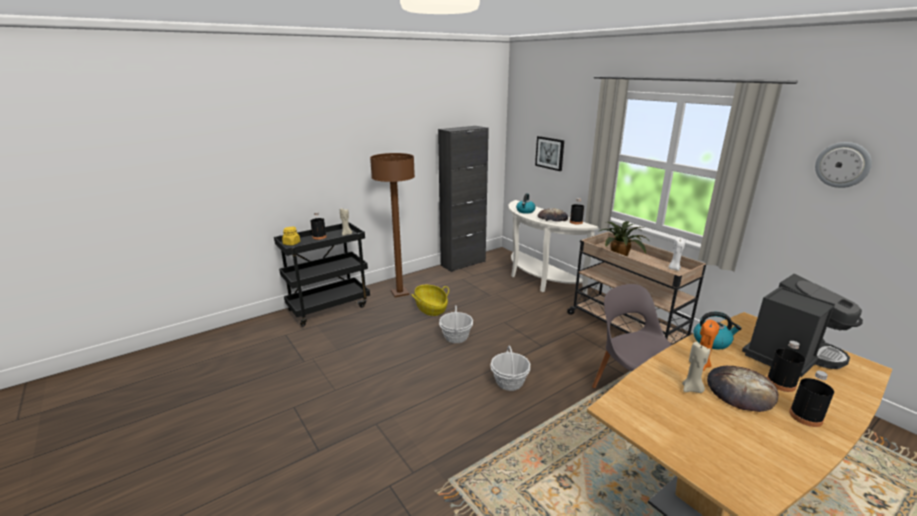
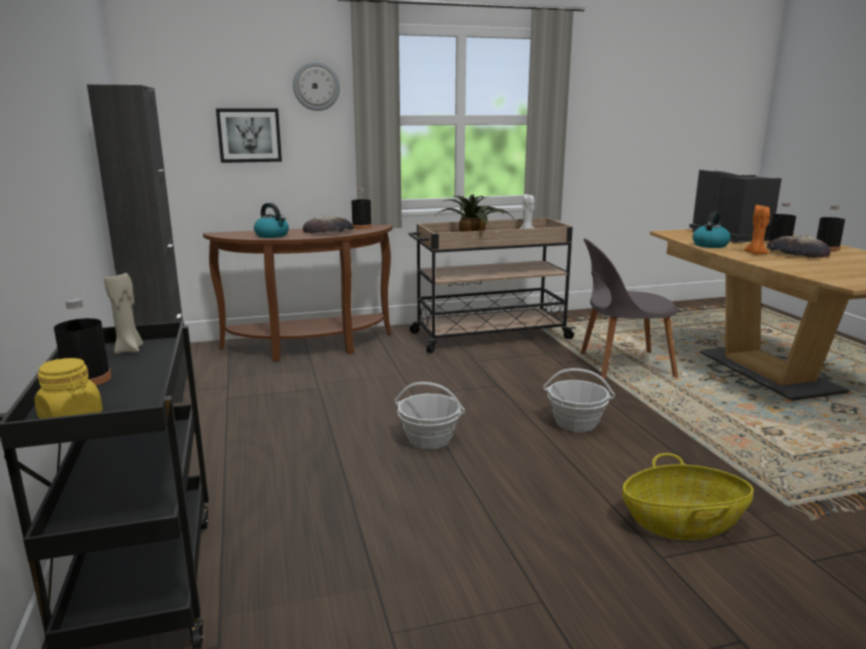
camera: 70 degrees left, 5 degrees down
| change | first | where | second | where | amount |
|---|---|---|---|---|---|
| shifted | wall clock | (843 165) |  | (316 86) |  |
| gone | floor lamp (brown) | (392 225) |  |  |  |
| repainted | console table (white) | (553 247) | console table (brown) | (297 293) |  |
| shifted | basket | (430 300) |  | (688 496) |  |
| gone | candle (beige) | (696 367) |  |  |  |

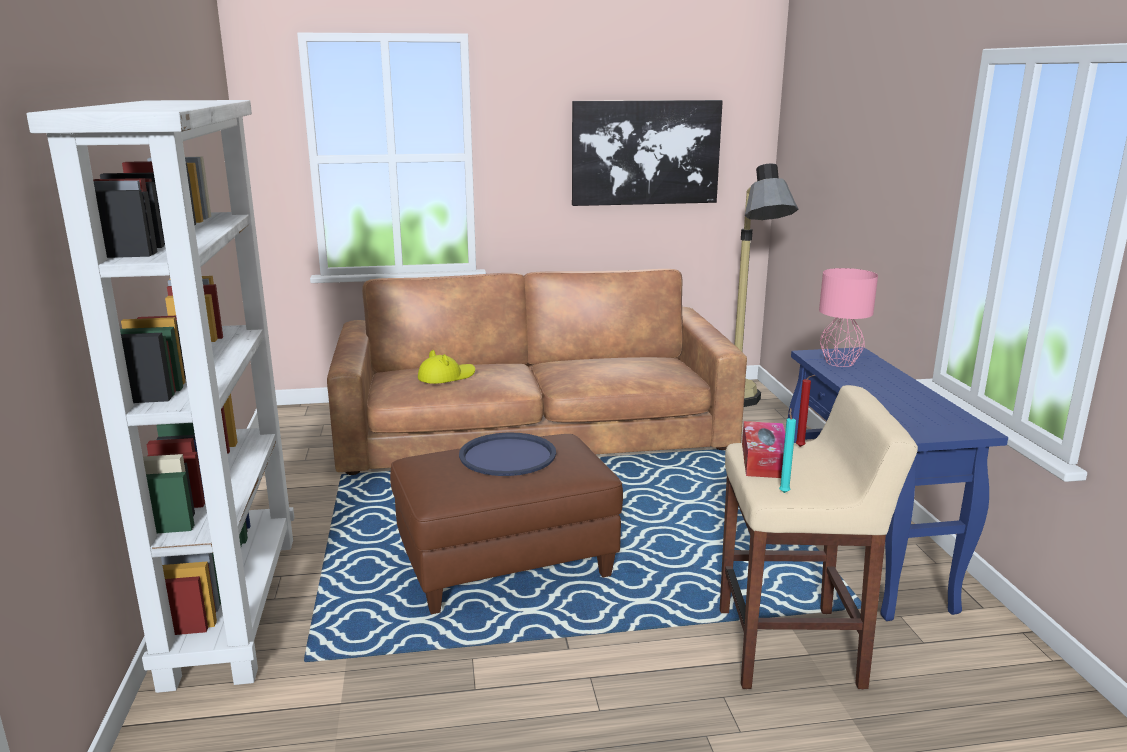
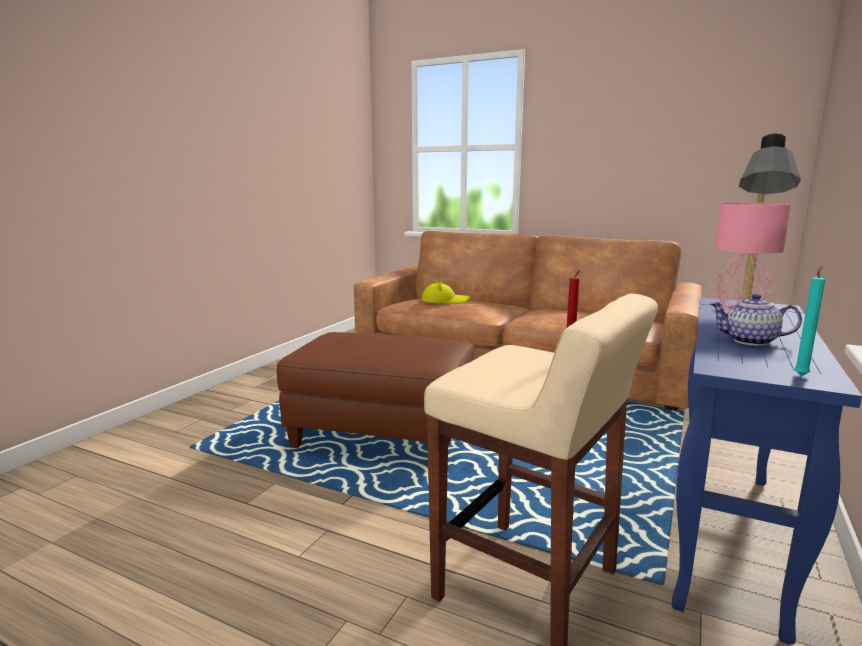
camera: 35 degrees right, 5 degrees down
| change | first | where | second | where | amount |
|---|---|---|---|---|---|
| gone | bookcase (white) | (160 396) |  |  |  |
| gone | picture | (647 153) |  |  |  |
| shifted | candle (turquoise) | (787 450) |  | (809 321) |  |
| gone | tissue box | (763 449) |  |  |  |
| gone | tray (blue) | (507 454) |  |  |  |
| new |  |  | teapot | (756 320) |  |

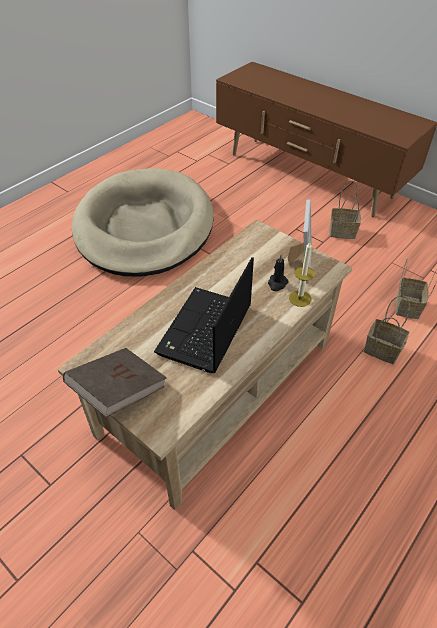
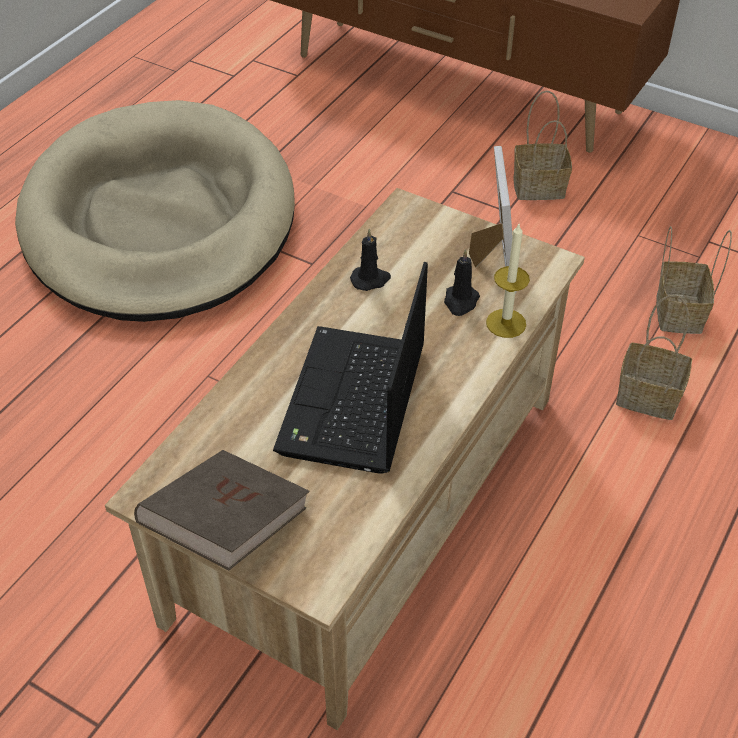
camera: 10 degrees left, 0 degrees up
| change | first | where | second | where | amount |
|---|---|---|---|---|---|
| new |  |  | candle (black) | (370 260) |  |

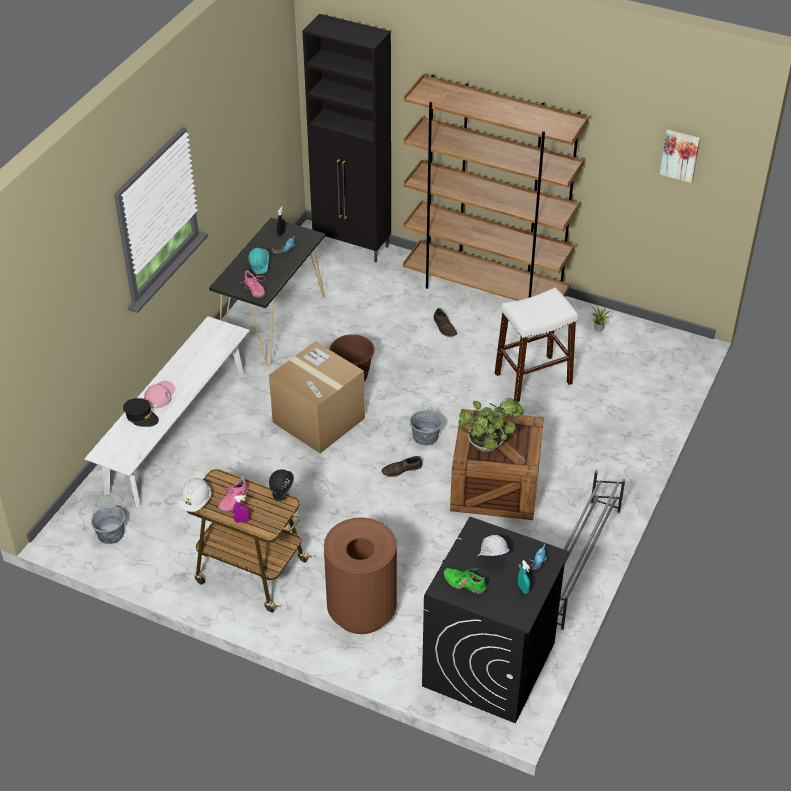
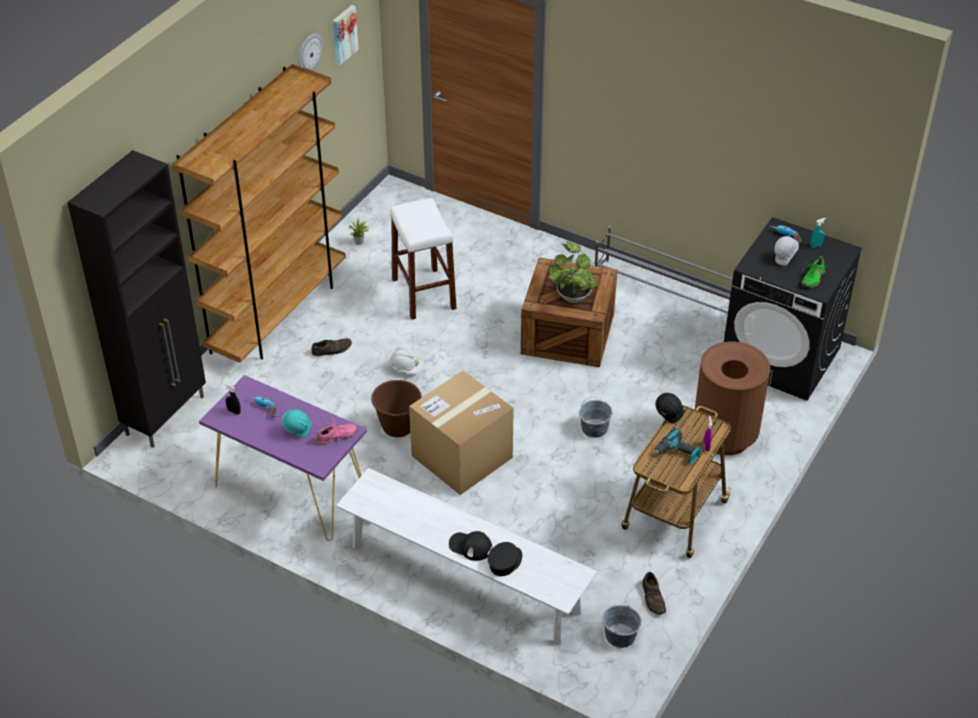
camera: 85 degrees left, 0 degrees up
| change | first | where | second | where | amount |
|---|---|---|---|---|---|
| repainted | console table (black) | (267 292) | console table (purple) | (283 458) |  |
| repainted | cap (pink) | (160 394) | cap (black) | (470 546) |  |
| shifted | bucket (grey) | (426 426) |  | (596 417) |  |
| shifted | shoe (brown) | (402 466) |  | (654 593) |  |
| shifted | hard hat (white) | (194 495) |  | (406 361) |  |
| swapped | shoe (pink) | (233 495) | power drill | (678 446) |  |
| new |  |  | wall clock | (310 52) |  |

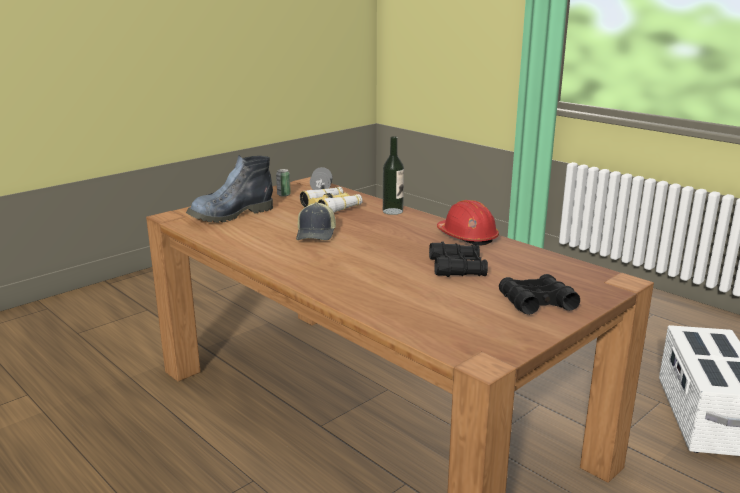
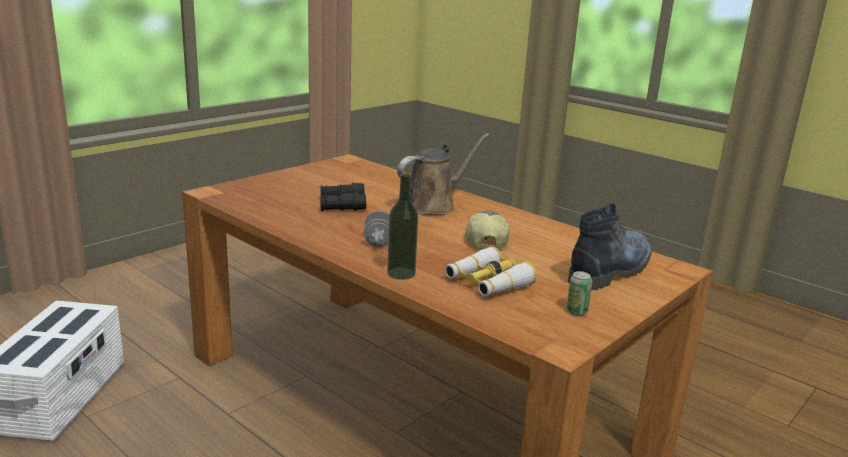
camera: 175 degrees right, 0 degrees up
| change | first | where | second | where | amount |
|---|---|---|---|---|---|
| shifted | dumbbell (grey) | (321 178) |  | (376 228) |  |
| gone | hard hat (red) | (468 223) |  |  |  |
| gone | binoculars (black) | (539 294) |  |  |  |
| new |  |  | watering can (brown) | (443 174) |  |

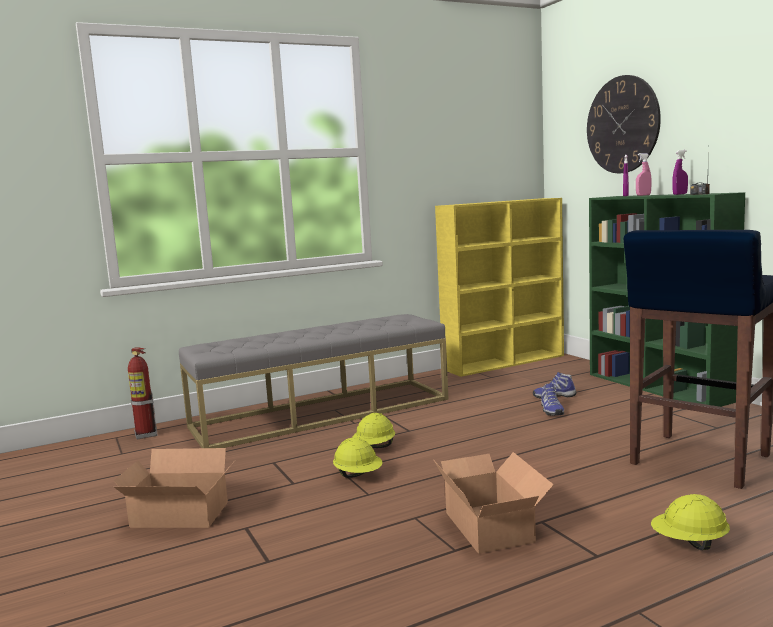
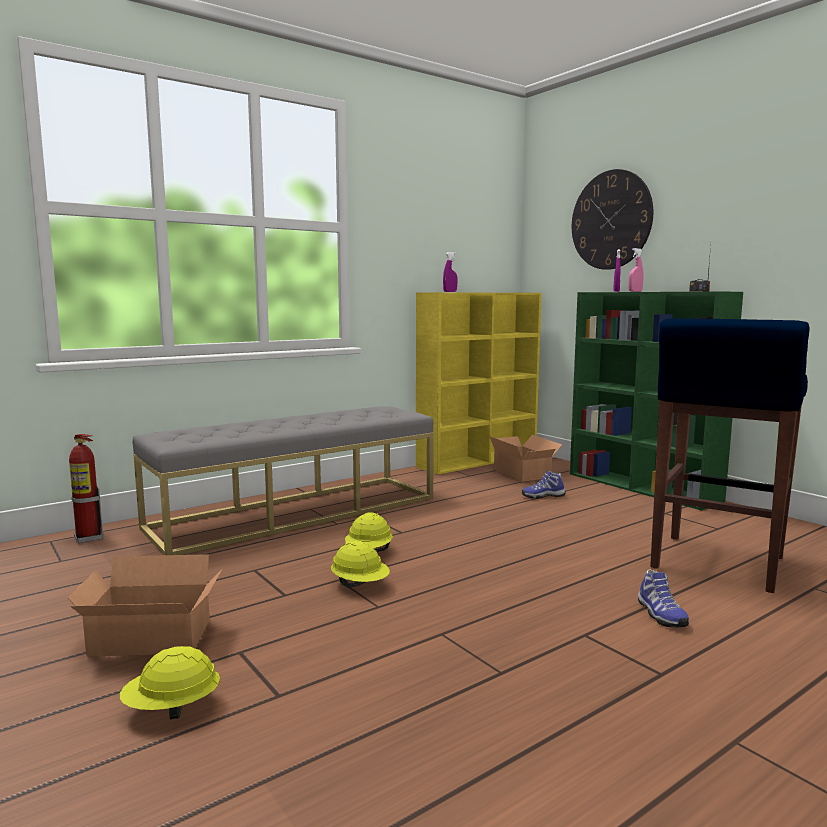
camera: 10 degrees left, 0 degrees up
| change | first | where | second | where | amount |
|---|---|---|---|---|---|
| shifted | spray bottle (purple) | (680 172) |  | (450 272) |  |
| shifted | shoe | (552 400) |  | (663 599) |  |
| shifted | cardboard box | (494 503) |  | (525 458) |  |
| shifted | hard hat (yellow) | (690 522) |  | (170 683) |  |

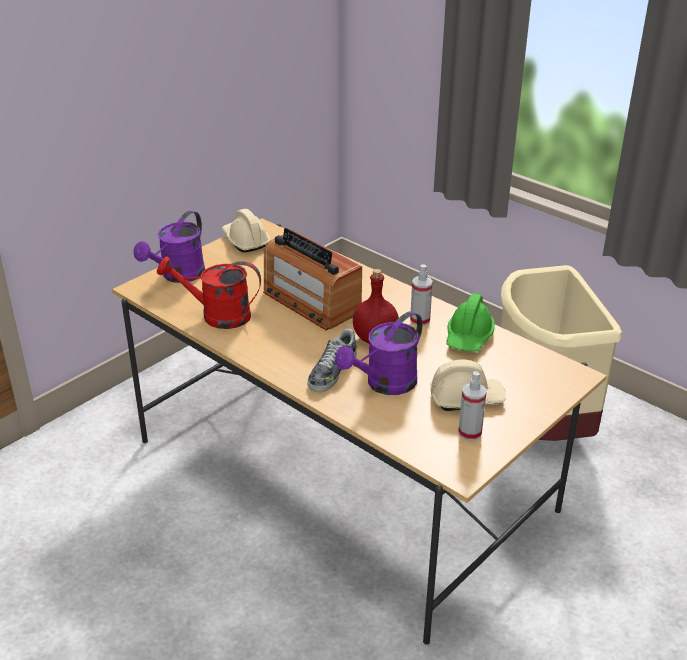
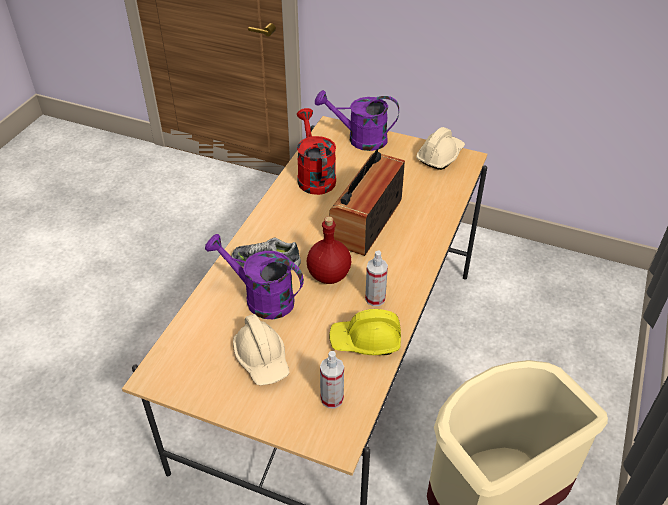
camera: 70 degrees right, 10 degrees up
| change | first | where | second | where | amount |
|---|---|---|---|---|---|
| repainted | hard hat (green) | (471 322) | hard hat (yellow) | (365 332) |  |
| shifted | spray bottle | (472 406) |  | (332 379) |  |

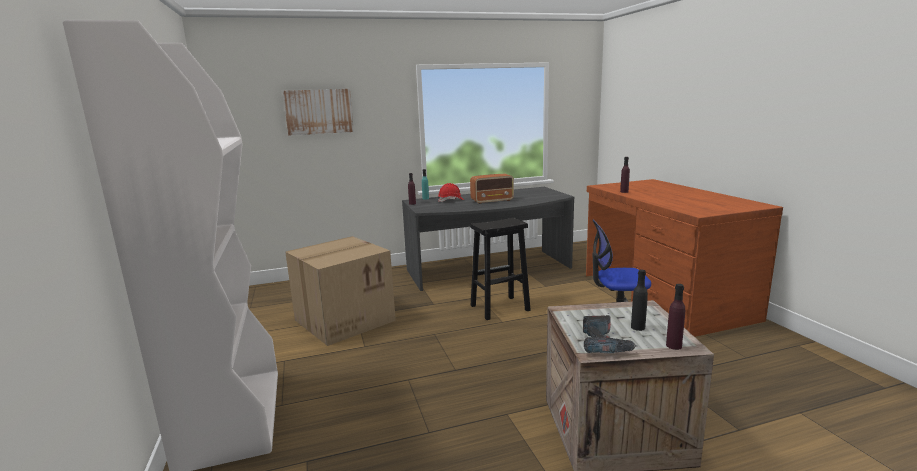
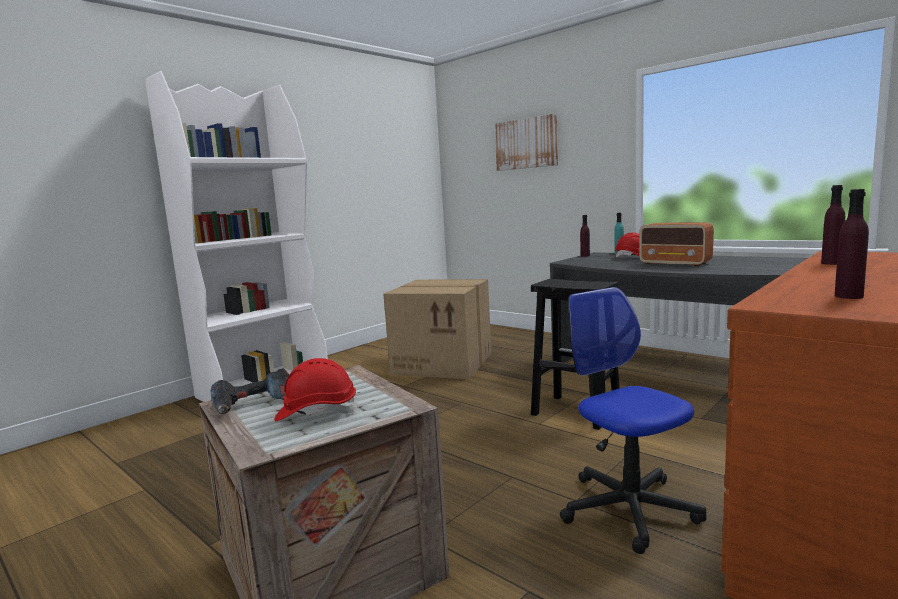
camera: 60 degrees right, 5 degrees down
| change | first | where | second | where | amount |
|---|---|---|---|---|---|
| swapped | bottle (black) | (639 300) | hard hat (red) | (316 390) |  |
| shifted | bottle (purple) | (675 317) |  | (852 244) |  |

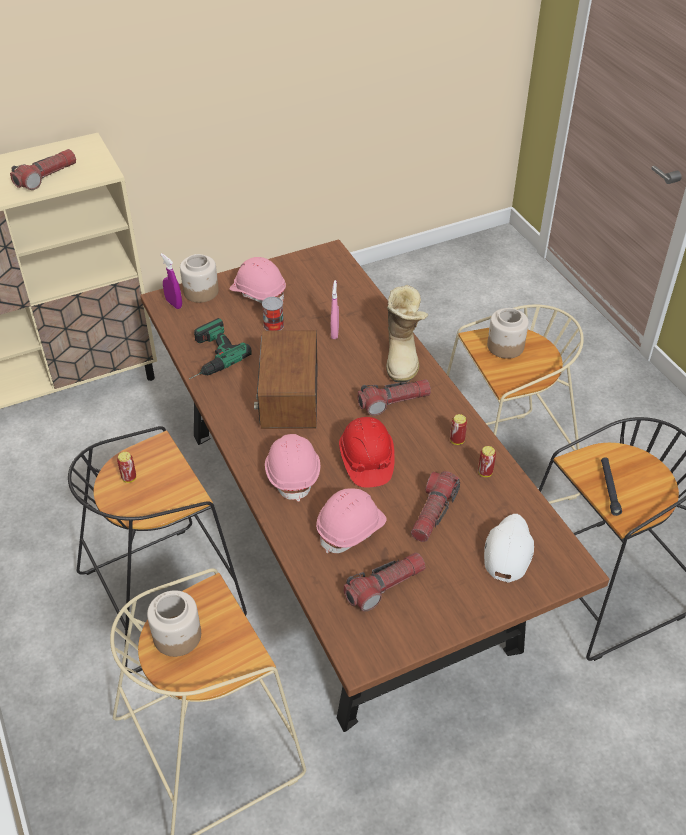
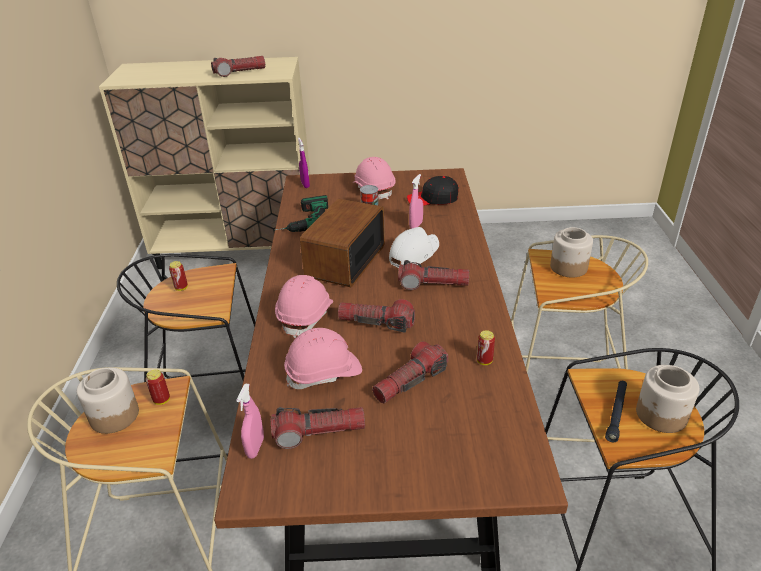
camera: 25 degrees right, 10 degrees down
| change | first | where | second | where | amount |
|---|---|---|---|---|---|
| shifted | jar | (199 278) |  | (667 399) |  |
| gone | boot | (407 334) |  |  |  |
| shifted | can | (458 429) |  | (158 387) |  |
| swapped | hard hat (red) | (367 452) | flashlight | (376 315) |  |
| shifted | cap (white) | (509 548) |  | (414 247) |  |
| new |  |  | cap (black) | (433 191) |  |
| new |  |  | spray bottle (pink) | (250 421) |  |

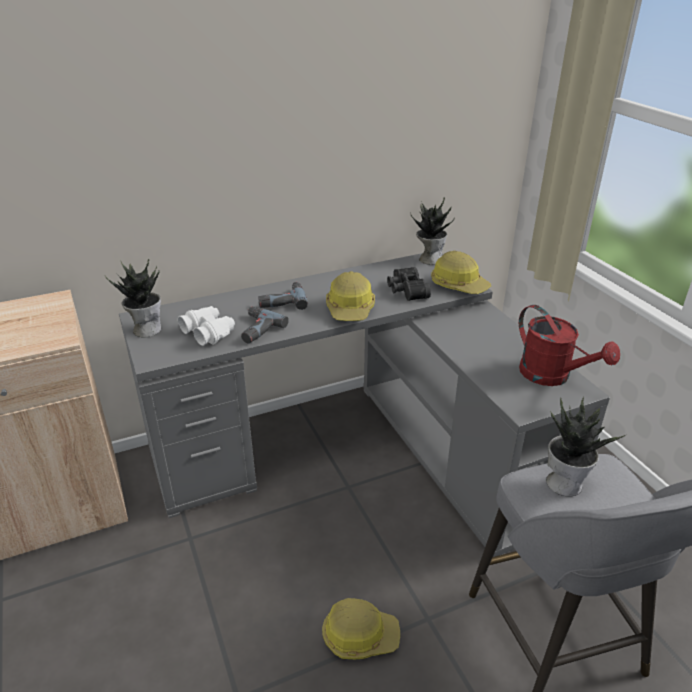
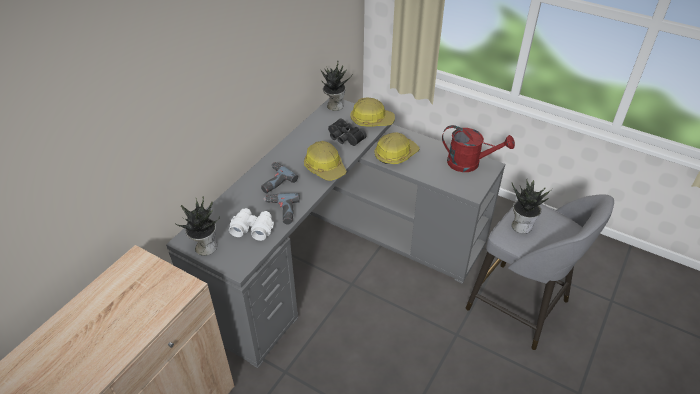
camera: 35 degrees left, 10 degrees up
| change | first | where | second | where | amount |
|---|---|---|---|---|---|
| shifted | hard hat | (361 628) |  | (397 148) |  |

